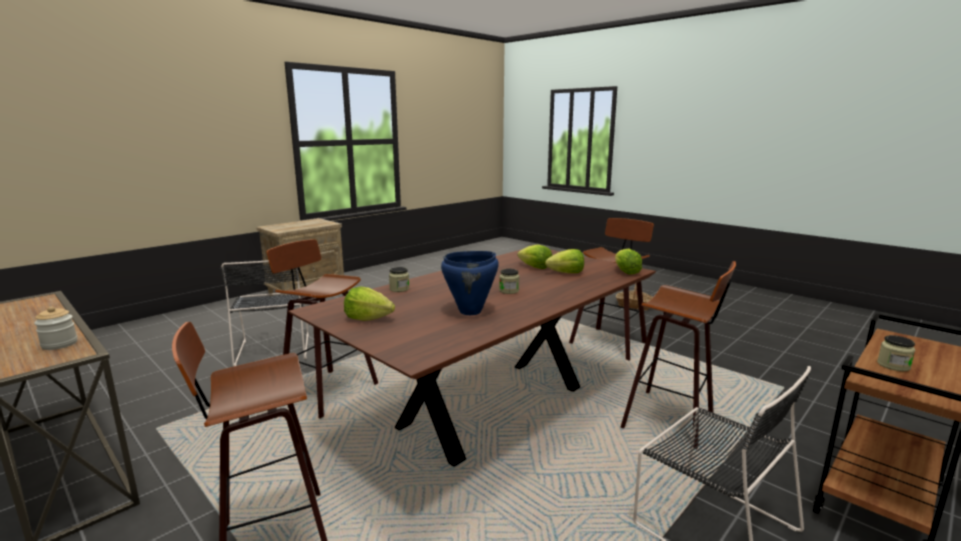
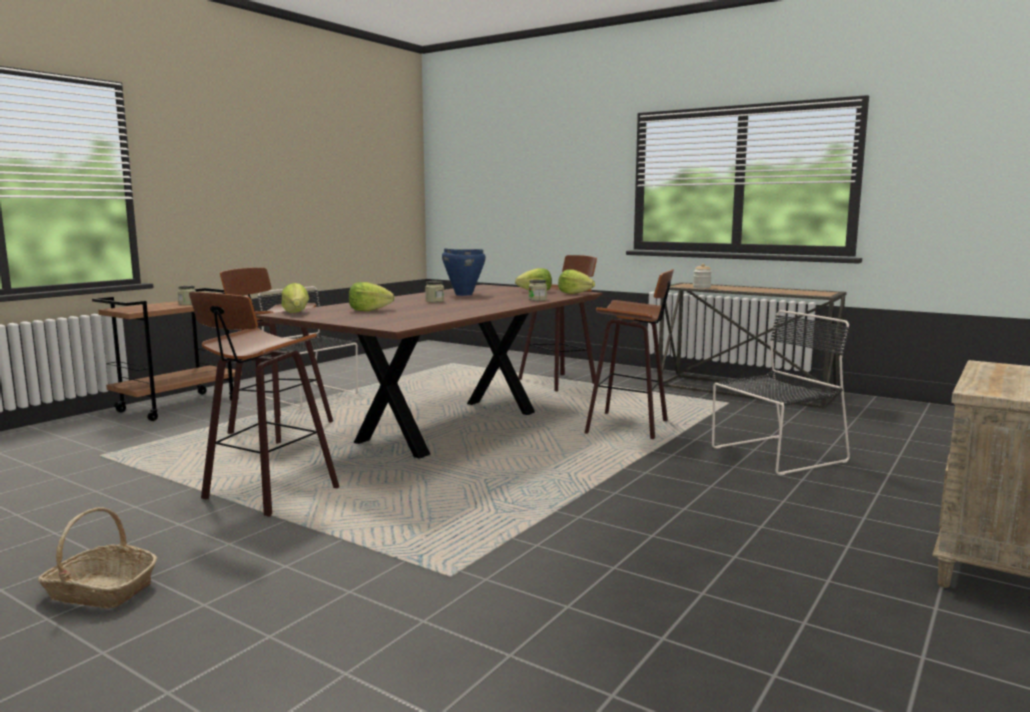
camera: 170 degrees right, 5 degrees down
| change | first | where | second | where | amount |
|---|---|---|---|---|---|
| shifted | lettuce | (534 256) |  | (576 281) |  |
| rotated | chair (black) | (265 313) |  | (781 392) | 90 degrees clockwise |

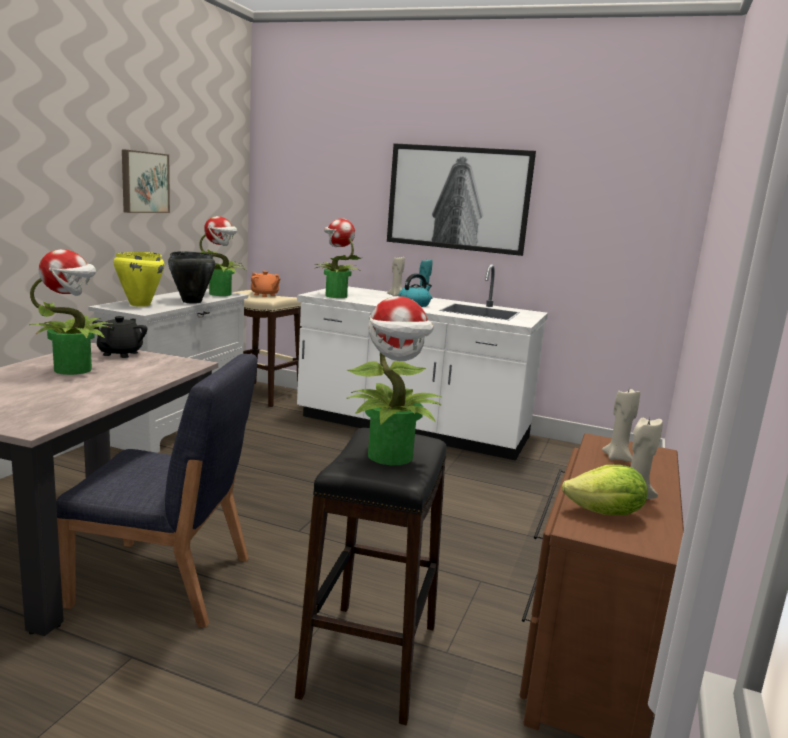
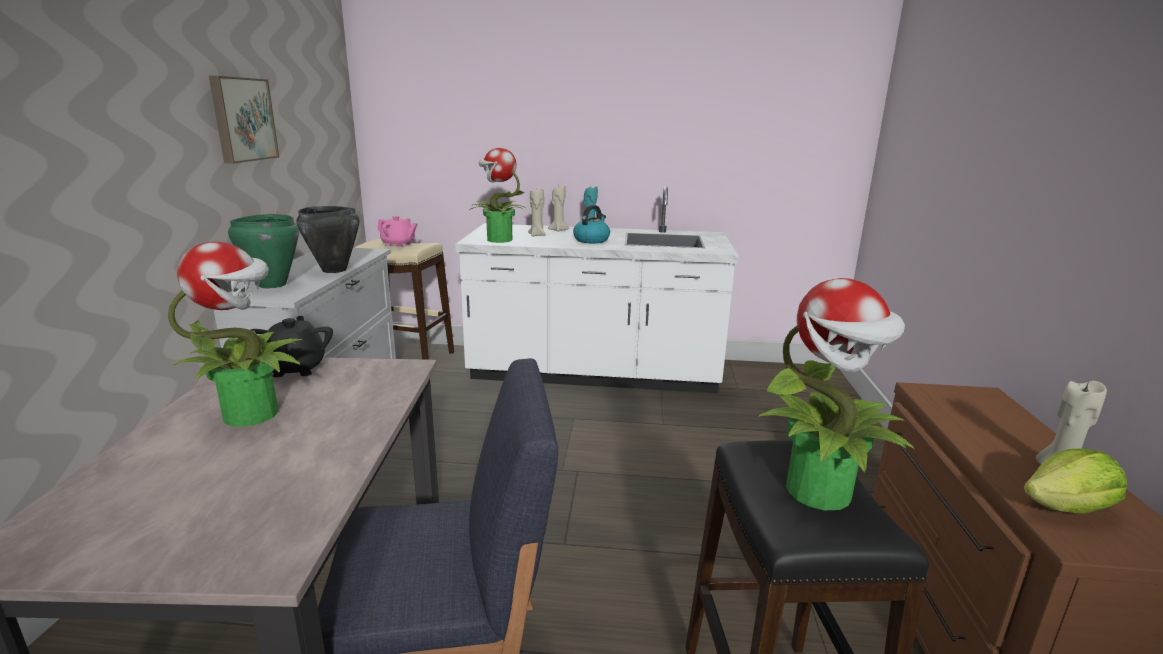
camera: 15 degrees left, 5 degrees up
| change | first | where | second | where | amount |
|---|---|---|---|---|---|
| gone | picture | (461 199) |  |  |  |
| gone | potted plant | (222 256) |  |  |  |
| repainted | cooking pot (yellow) | (139 279) | cooking pot (green) | (263 251) |  |
| repainted | teapot (orange) | (266 284) | teapot (pink) | (397 231) |  |
| shifted | candle (beige) | (621 425) |  | (537 212) |  |

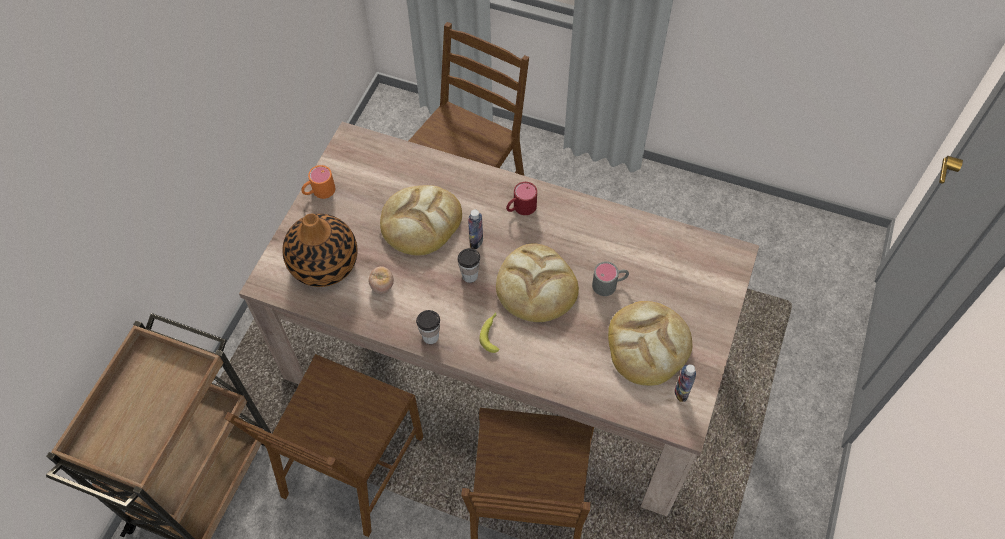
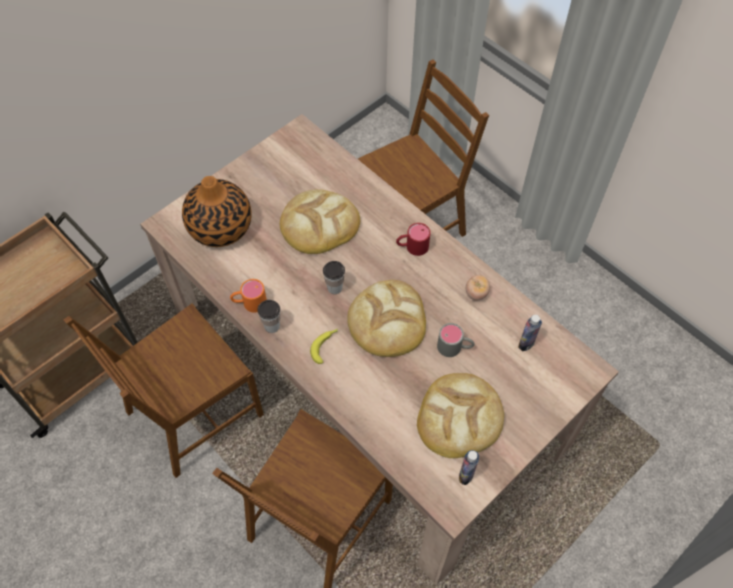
camera: 25 degrees right, 0 degrees up
| change | first | where | second | where | amount |
|---|---|---|---|---|---|
| shifted | mug (orange) | (318 182) |  | (248 296) |  |
| shifted | bottle | (475 229) |  | (530 333) |  |
| shifted | tomato | (381 280) |  | (478 288) |  |

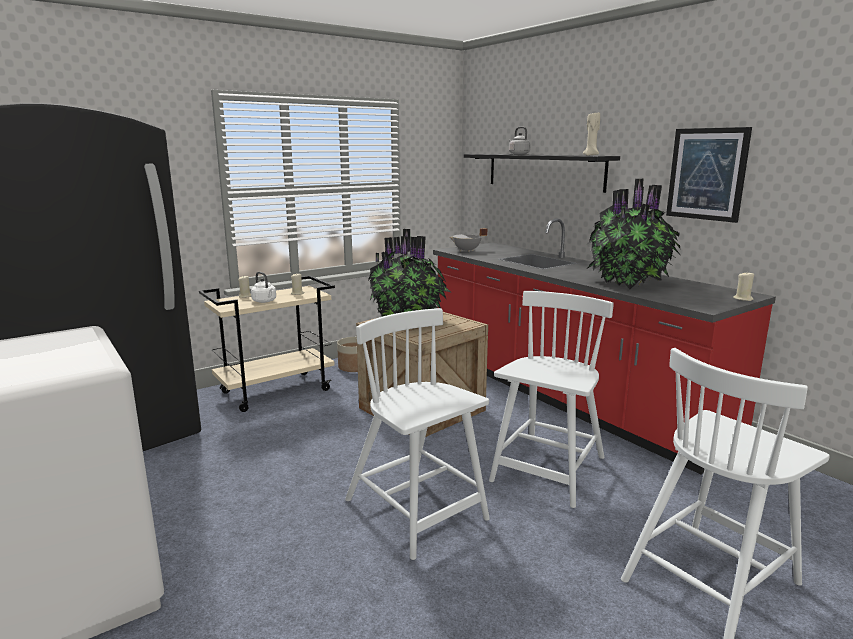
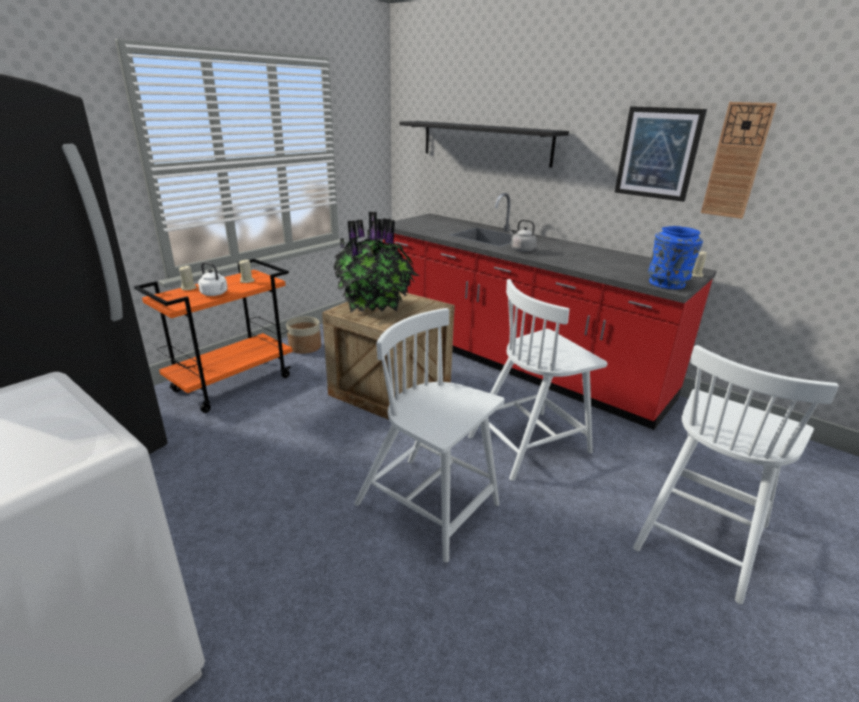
camera: 15 degrees left, 10 degrees up
| change | first | where | second | where | amount |
|---|---|---|---|---|---|
| gone | candle (beige) | (591 134) |  |  |  |
| shifted | kettle (grey) | (520 141) |  | (523 235) |  |
| gone | potted plant | (633 234) |  |  |  |
| gone | cooking pot (grey) | (468 240) |  |  |  |
| repainted | cart (beige) | (267 344) | cart (orange) | (213 336) |  |
| rotated | chair (white) | (551 399) |  | (537 380) | 135 degrees counterclockwise |
| new |  |  | wall clock | (739 160) |  |
| new |  |  | vase (blue) | (675 257) |  |

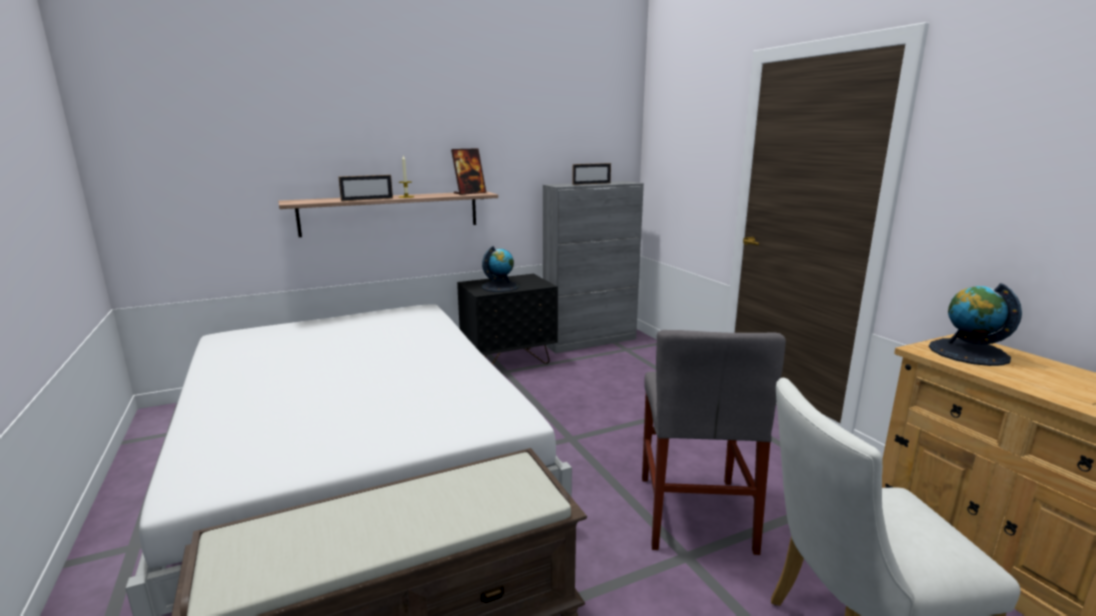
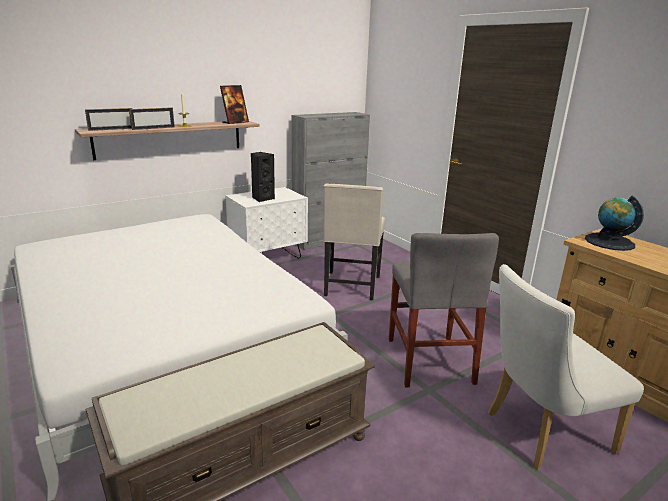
camera: 10 degrees left, 5 degrees up
| change | first | where | second | where | amount |
|---|---|---|---|---|---|
| shifted | picture frame | (591 174) |  | (109 119) |  |
| swapped | globe | (500 269) | speaker (black) | (263 177) |  |
| repainted | nightstand (black) | (507 319) | nightstand (white) | (266 222) |  |
| new |  |  | chair (beige) | (354 242) |  |

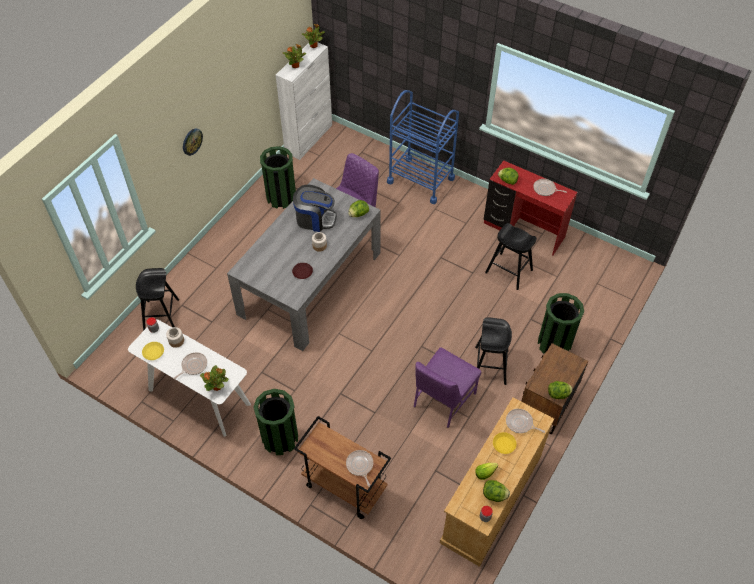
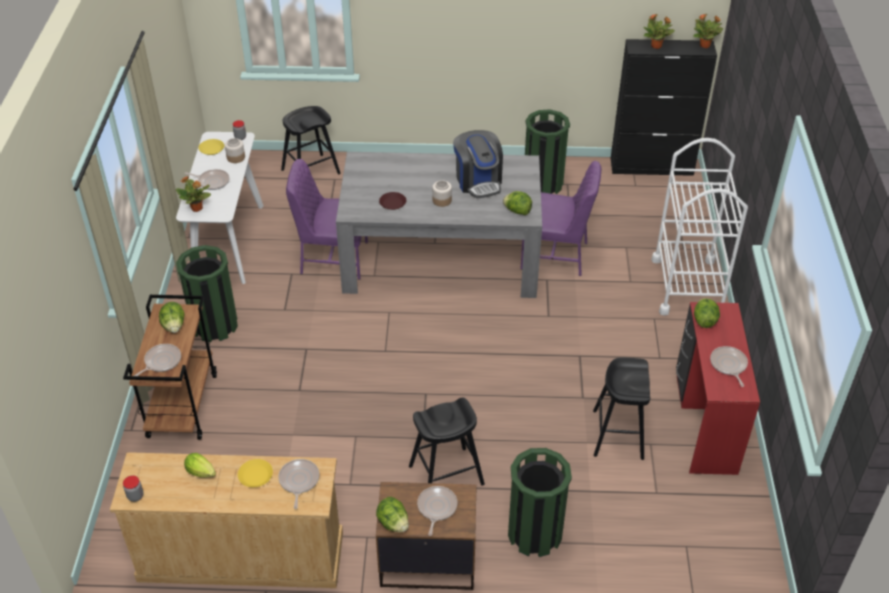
camera: 60 degrees right, 10 degrees down
| change | first | where | second | where | amount |
|---|---|---|---|---|---|
| repainted | cabinet (white) | (304 101) | cabinet (black) | (664 107) |  |
| repainted | cart (blue) | (423 147) | cart (white) | (699 227) |  |
| gone | wall clock | (193 142) |  |  |  |
| shifted | chair (purple) | (447 387) |  | (327 219) |  |
| shifted | lettuce | (496 491) |  | (172 317) |  |
| new |  |  | frying pan | (437 511) |  |

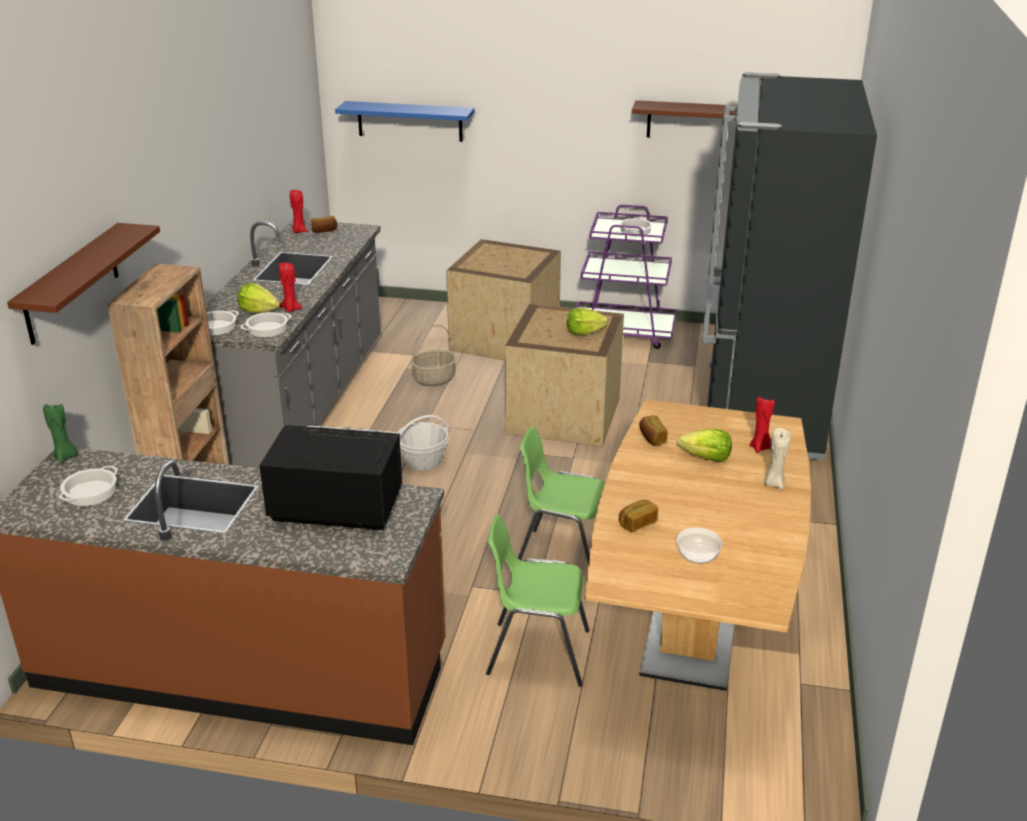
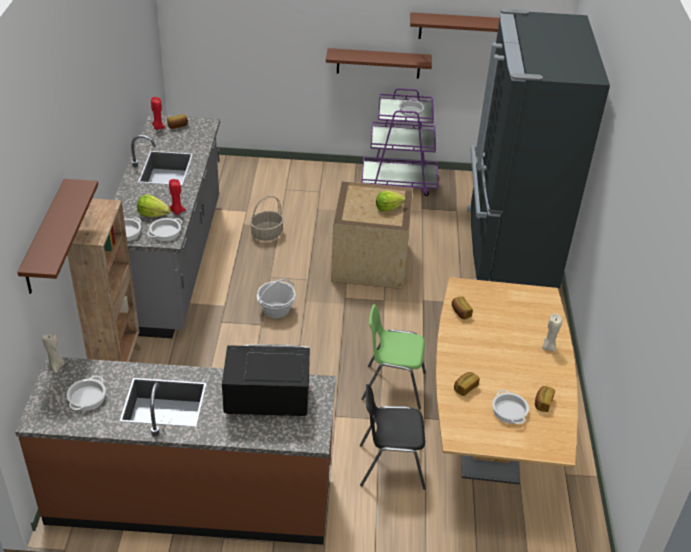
camera: 10 degrees left, 10 degrees up
| change | first | where | second | where | amount |
|---|---|---|---|---|---|
| gone | shelf (blue) | (405 121) |  |  |  |
| gone | crate | (503 300) |  |  |  |
| gone | candle (red) | (762 425) |  |  |  |
| repainted | candle (green) | (60 433) | candle (beige) | (53 353) |  |
| gone | lettuce | (705 445) |  |  |  |
| repainted | chair (green) | (537 600) | chair (black) | (393 437) |  |
| swapped | bowl | (699 546) | cooking pot | (510 407) |  |
| new |  |  | shelf (brown) | (379 63) |  |
| new |  |  | bread | (545 399) |  |

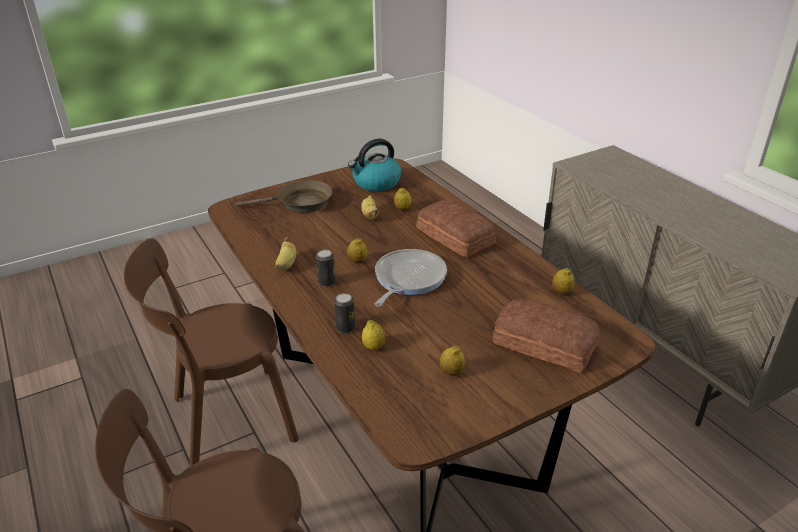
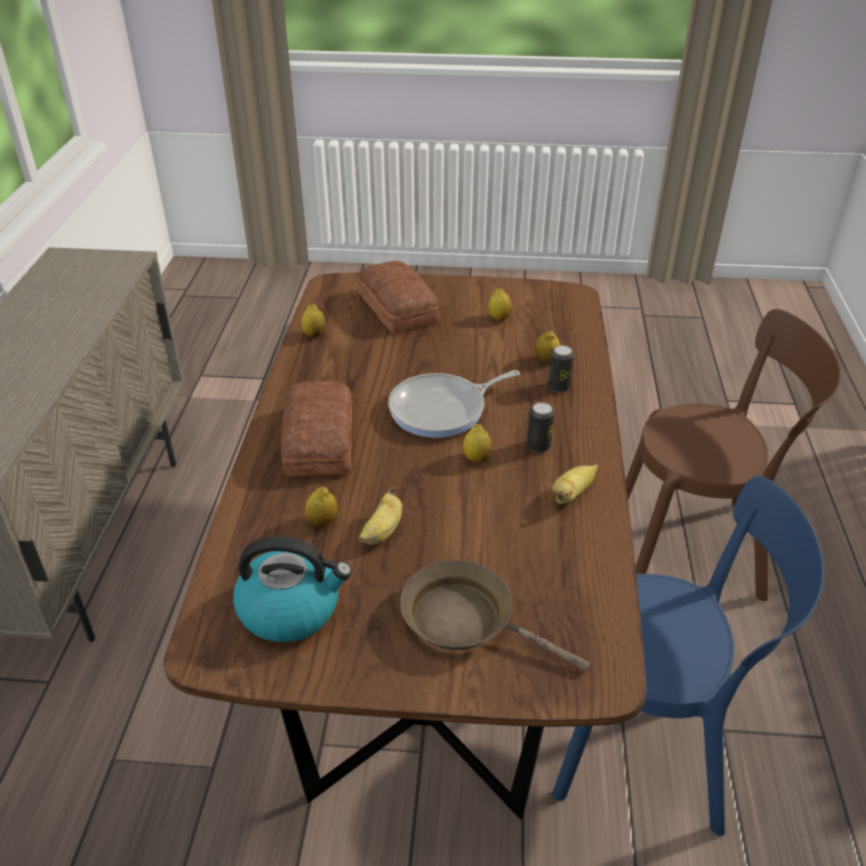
camera: 145 degrees left, 5 degrees up
| change | first | where | second | where | amount |
|---|---|---|---|---|---|
| repainted | chair (brown) | (211 352) | chair (blue) | (688 656) |  |

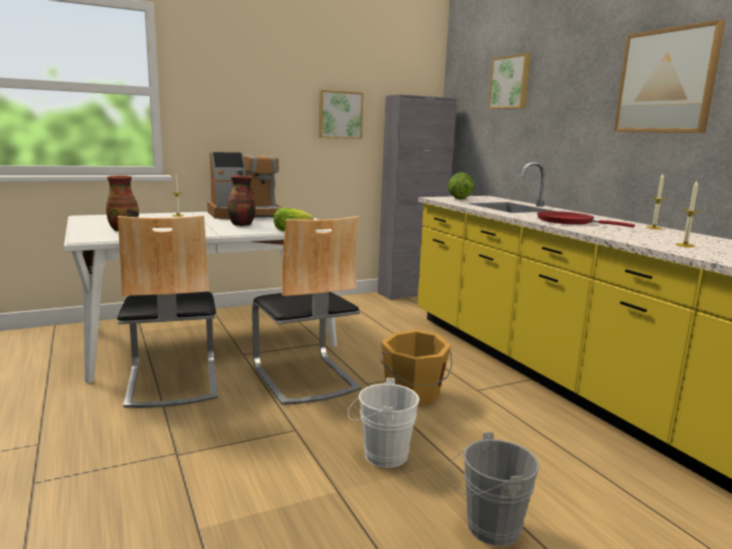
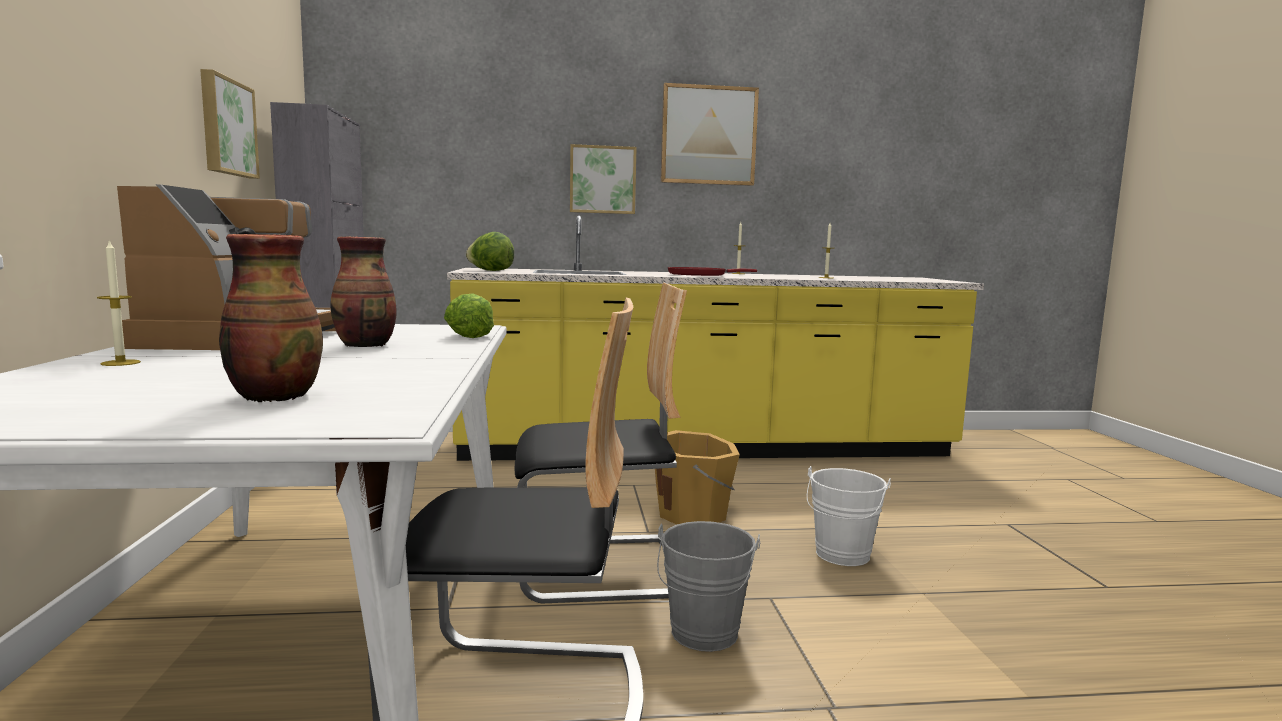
camera: 70 degrees left, 5 degrees down
| change | first | where | second | where | amount |
|---|---|---|---|---|---|
| shifted | picture | (509 81) |  | (603 179) |  |
| shifted | bucket (grey) | (494 489) |  | (708 586) |  |

